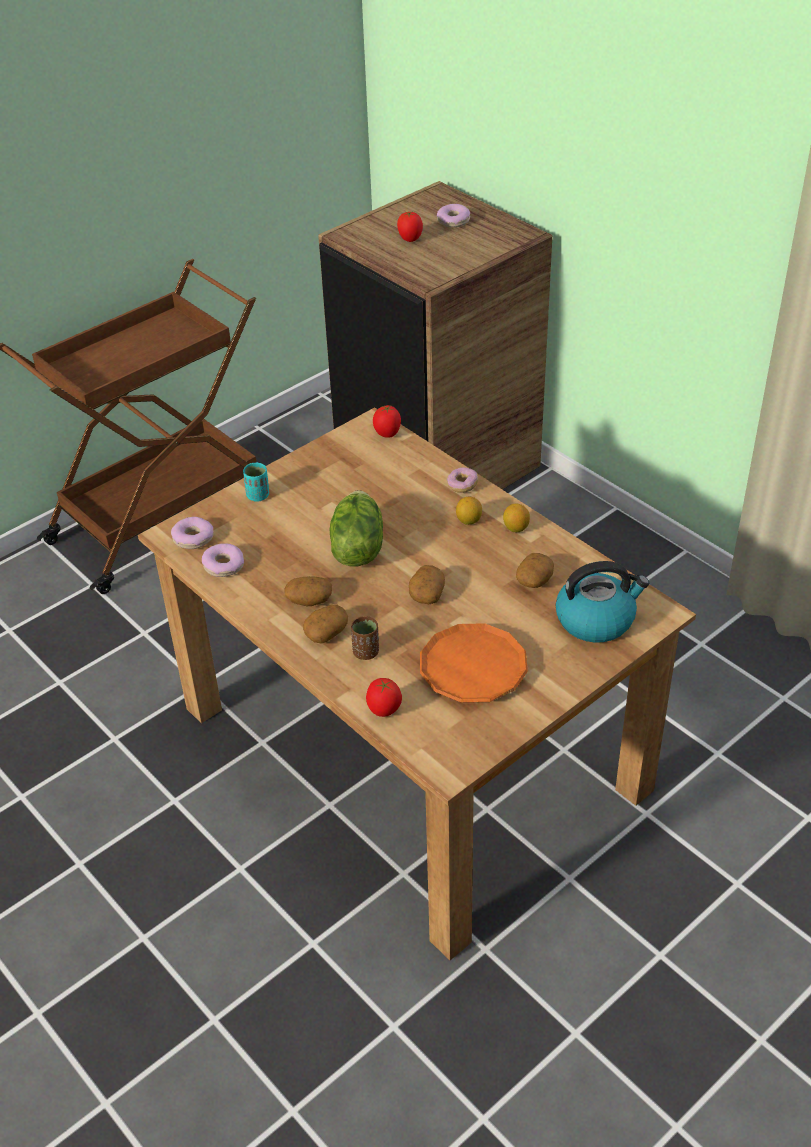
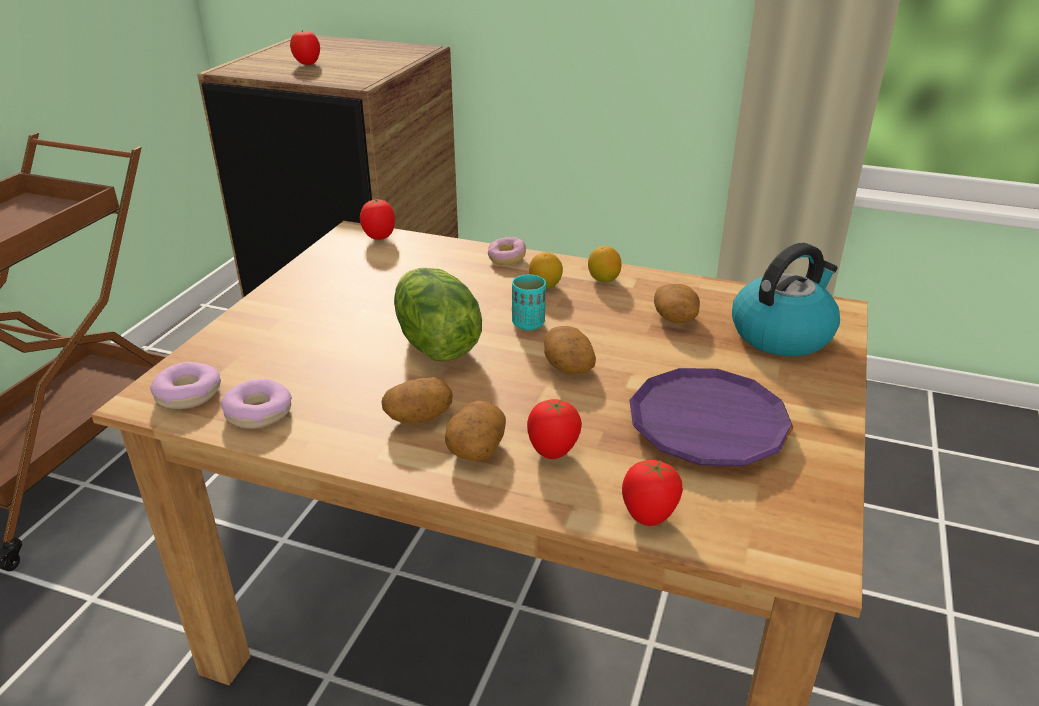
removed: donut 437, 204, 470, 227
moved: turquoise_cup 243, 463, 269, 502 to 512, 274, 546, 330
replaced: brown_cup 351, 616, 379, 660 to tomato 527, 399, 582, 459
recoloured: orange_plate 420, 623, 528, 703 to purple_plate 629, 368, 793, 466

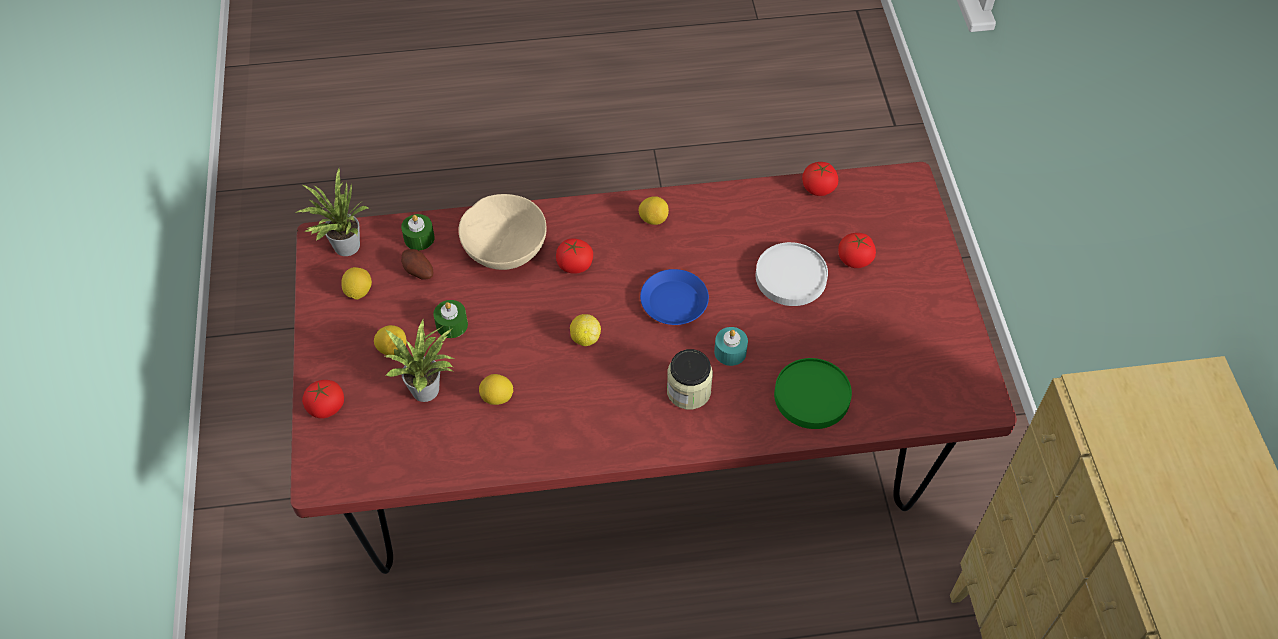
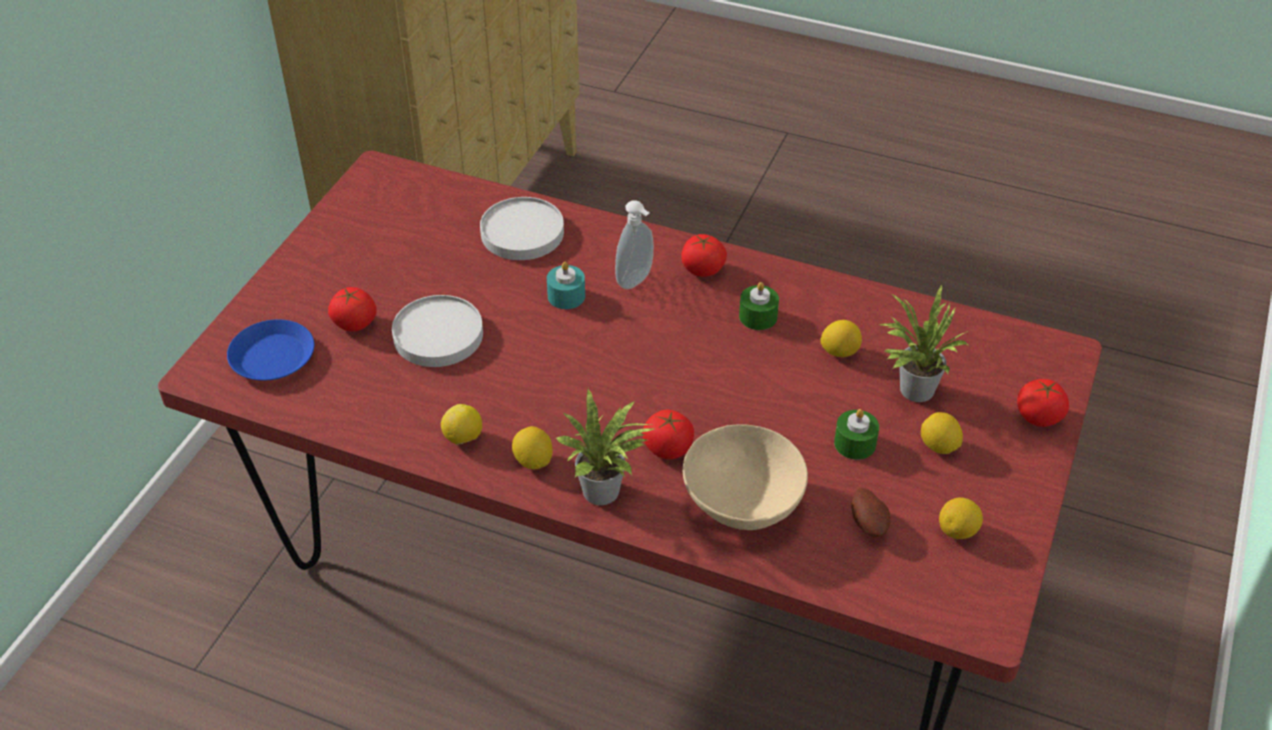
moved: tomato 802, 162, 838, 196 to 681, 234, 727, 277; potted_plant 295, 168, 370, 256 to 556, 388, 654, 505; green_candle 401, 214, 435, 250 to 739, 282, 779, 330; blue_plate 640, 269, 709, 325 to 227, 319, 314, 381; lemon 570, 314, 601, 346 to 441, 404, 482, 445
replaced: jar 667, 349, 713, 409 to soap_dispenser 615, 200, 654, 289
recoloured: green_plate 774, 358, 852, 429 to white_plate 480, 197, 564, 260

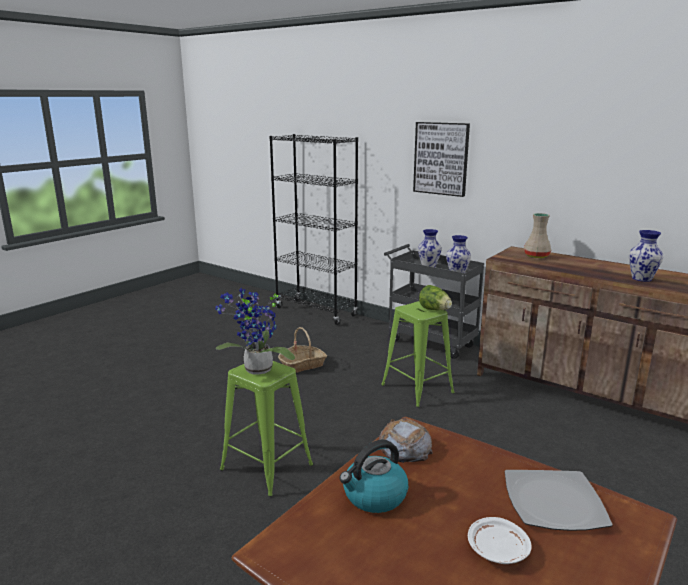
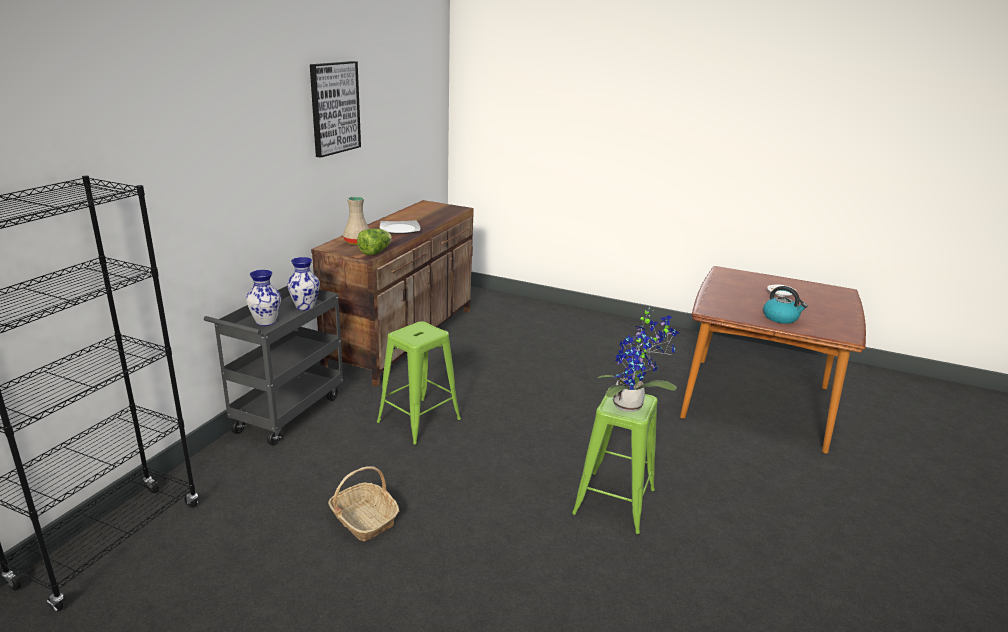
removed: vase 629, 230, 663, 282; bread 379, 417, 433, 463
moved: picture 413, 122, 470, 197 to 310, 61, 361, 158; lettuce 419, 285, 452, 310 to 357, 229, 392, 255; plate 505, 470, 613, 531 to 380, 220, 421, 234

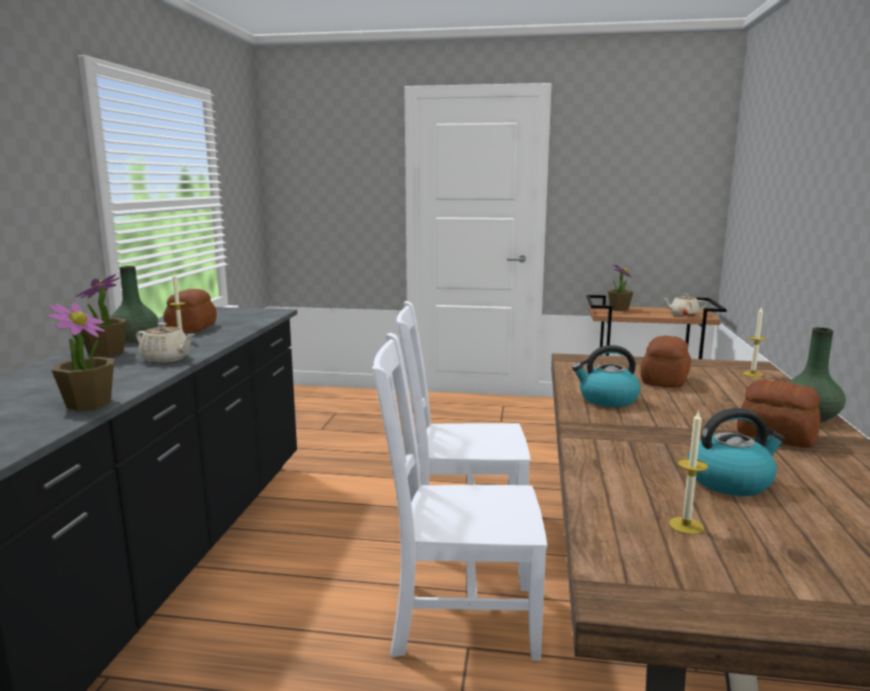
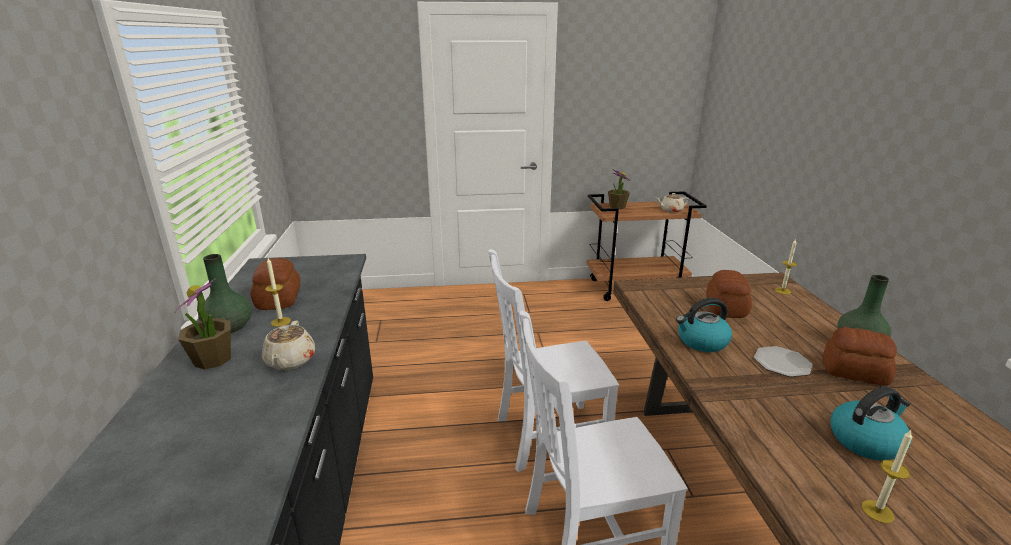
removed: potted_plant 47, 302, 114, 411
added: plate 754, 346, 813, 377
turned: beige_teapot 136, 322, 195, 363 = 262, 321, 315, 370 75 degrees clockwise

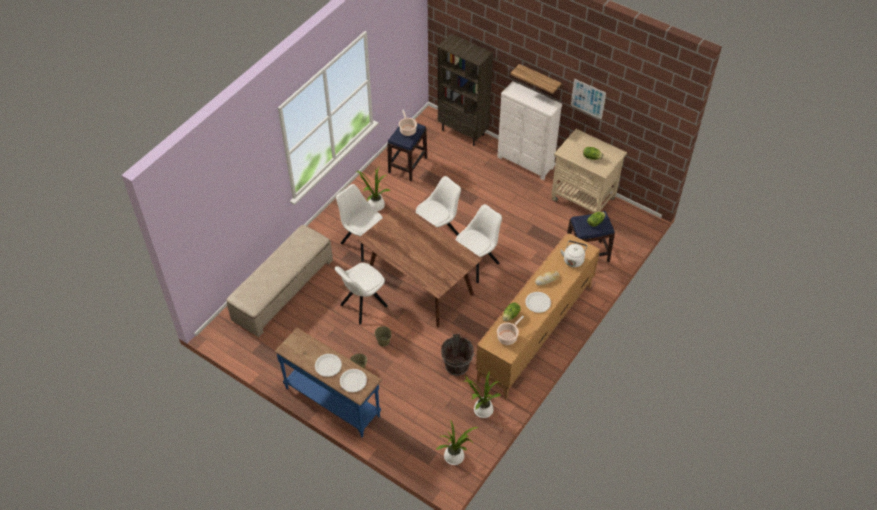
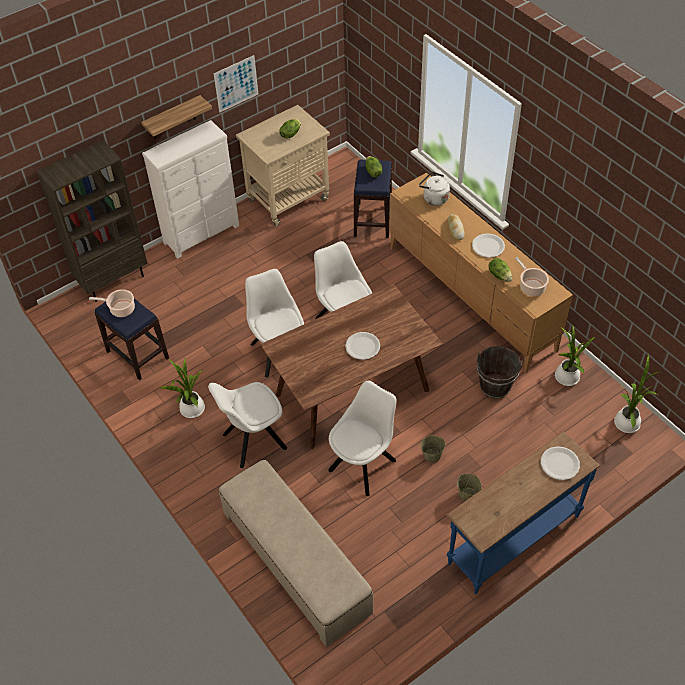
moved: white_plate 315, 354, 342, 377 to 345, 332, 380, 360
turned: white_chair 335, 263, 388, 324 = 328, 381, 397, 496 120 degrees counterclockwise

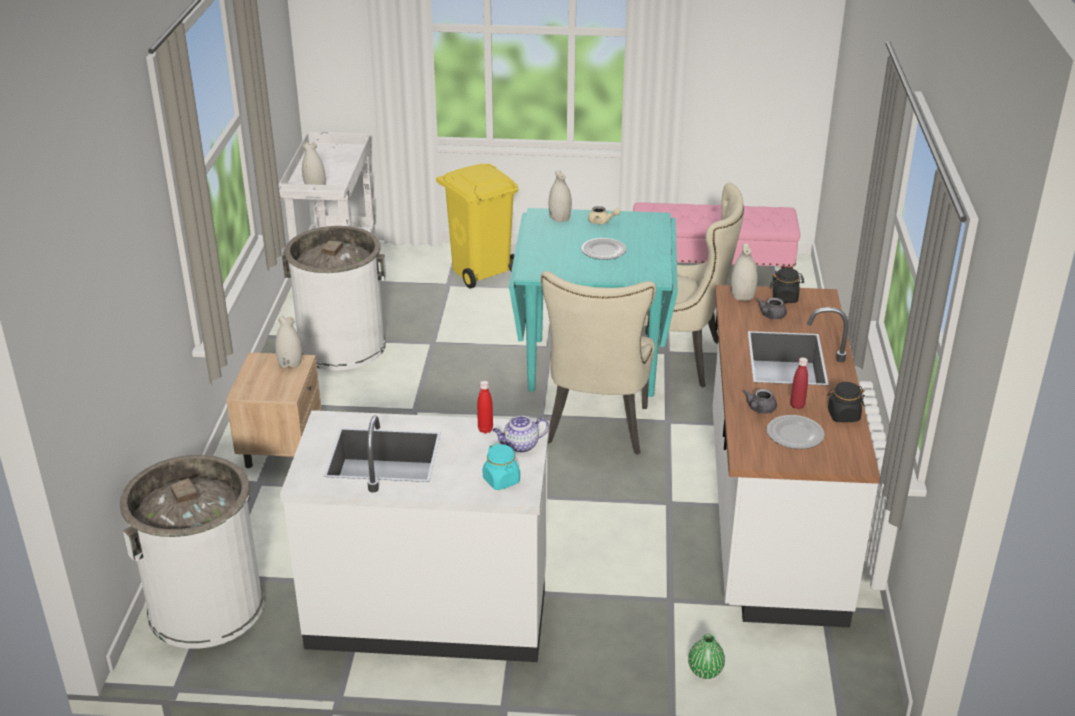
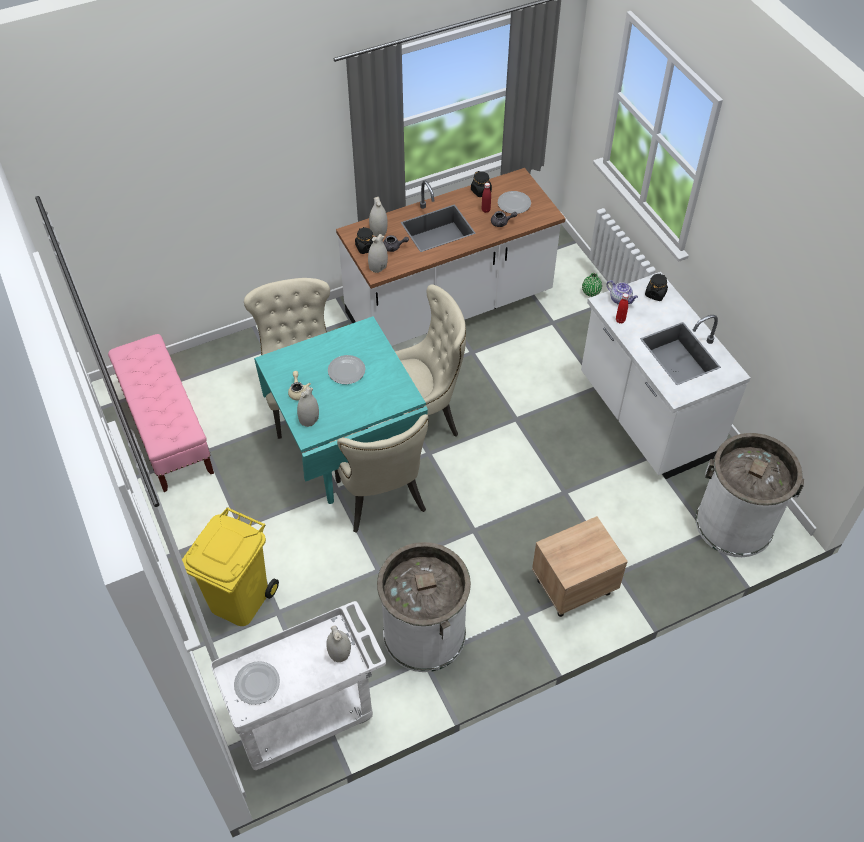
added: beige_chair 330, 414, 428, 533; plate 234, 661, 280, 705
moved: white_vase 275, 316, 302, 368 to 369, 197, 388, 237
recoloured: turquoise_jar 483, 443, 520, 490 to black_jar 645, 273, 668, 301

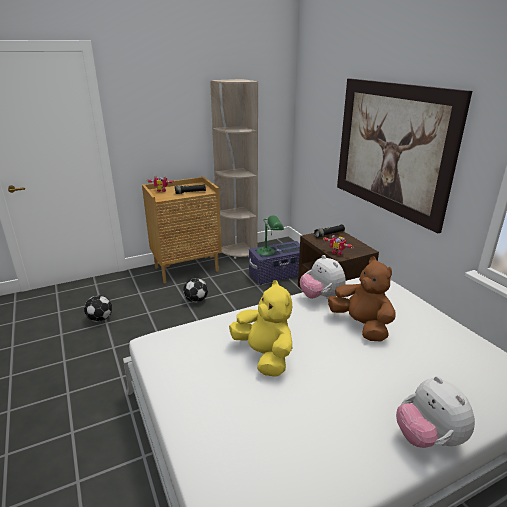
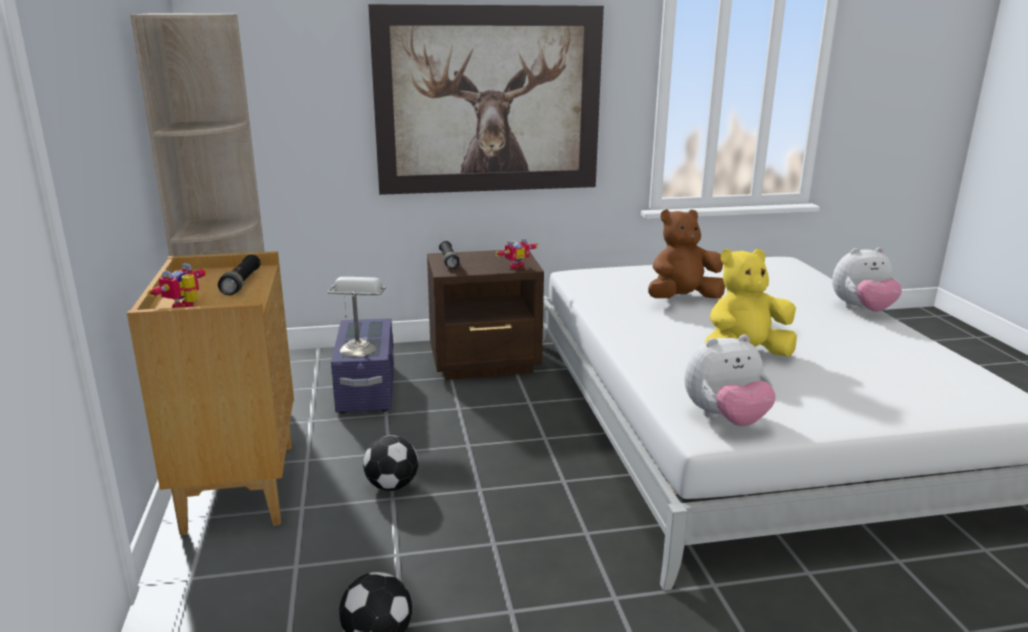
moved: plush_toy 300, 255, 346, 299 to 684, 334, 776, 426
recoloured: green_table_lamp 257, 215, 284, 255 to white_table_lamp 328, 277, 386, 357

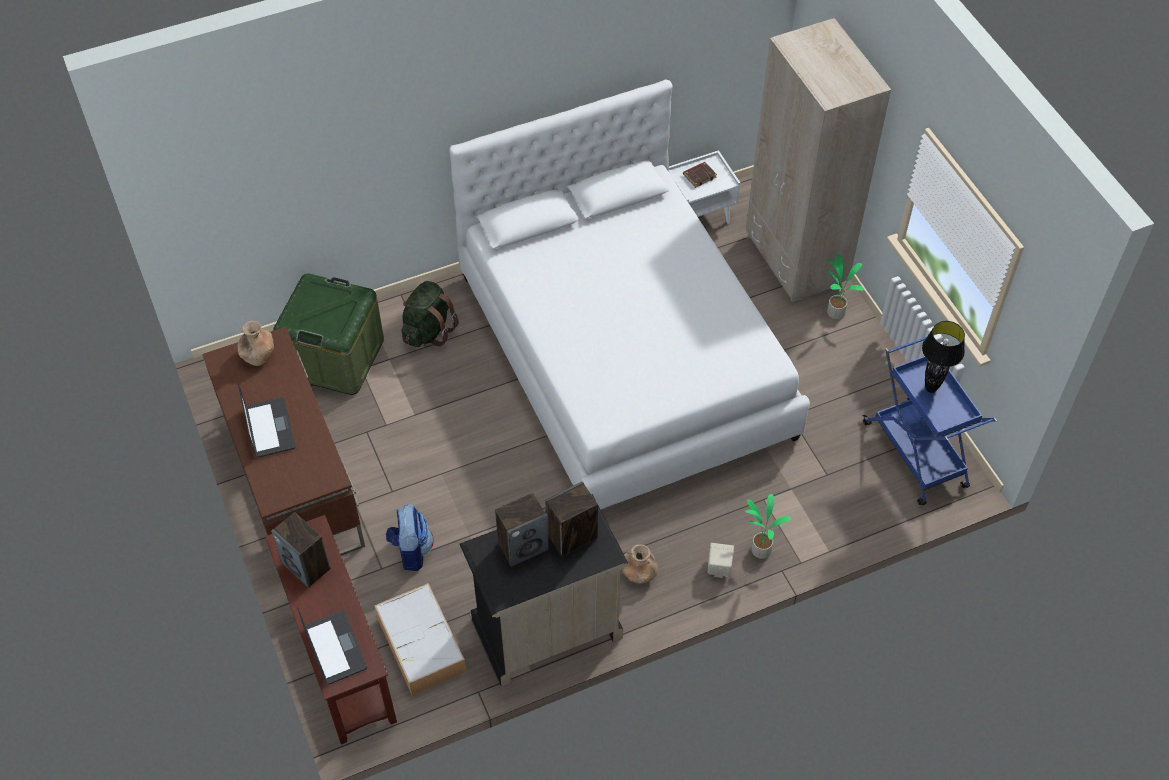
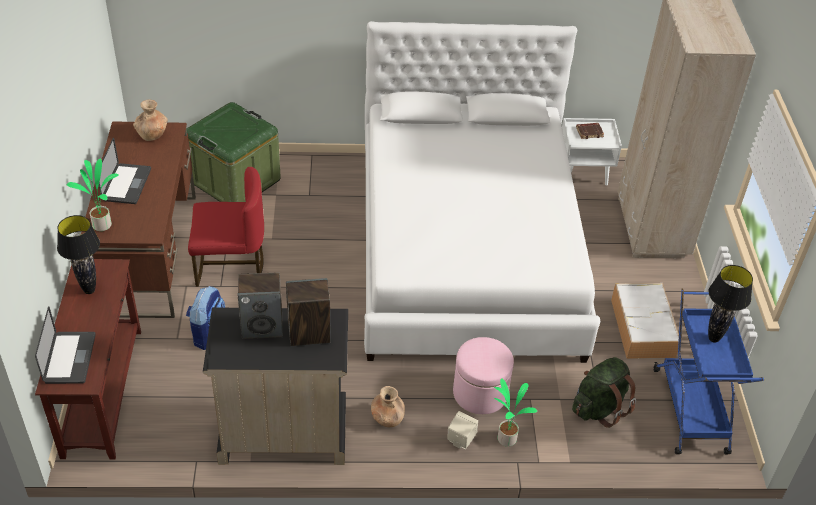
added: red_chair 188, 167, 264, 287; pink_ottoman 453, 337, 514, 415
moved: potted_plant 826, 254, 864, 319 to 67, 159, 118, 231; green_backpack 402, 281, 459, 347 to 572, 357, 636, 428; storage_box 374, 583, 466, 696 to 611, 283, 679, 359
replaced: speaker 271, 512, 331, 588 to black_table_lamp 57, 215, 100, 294

